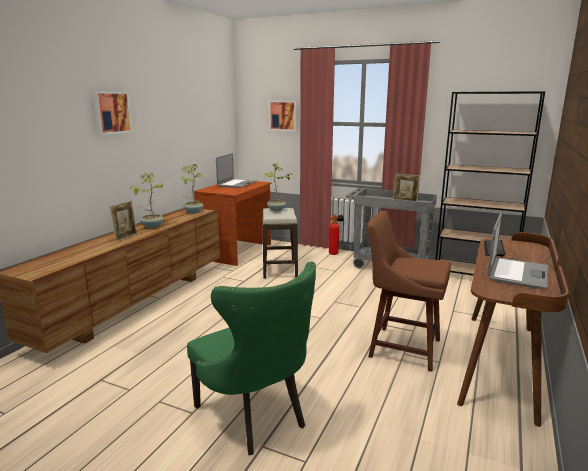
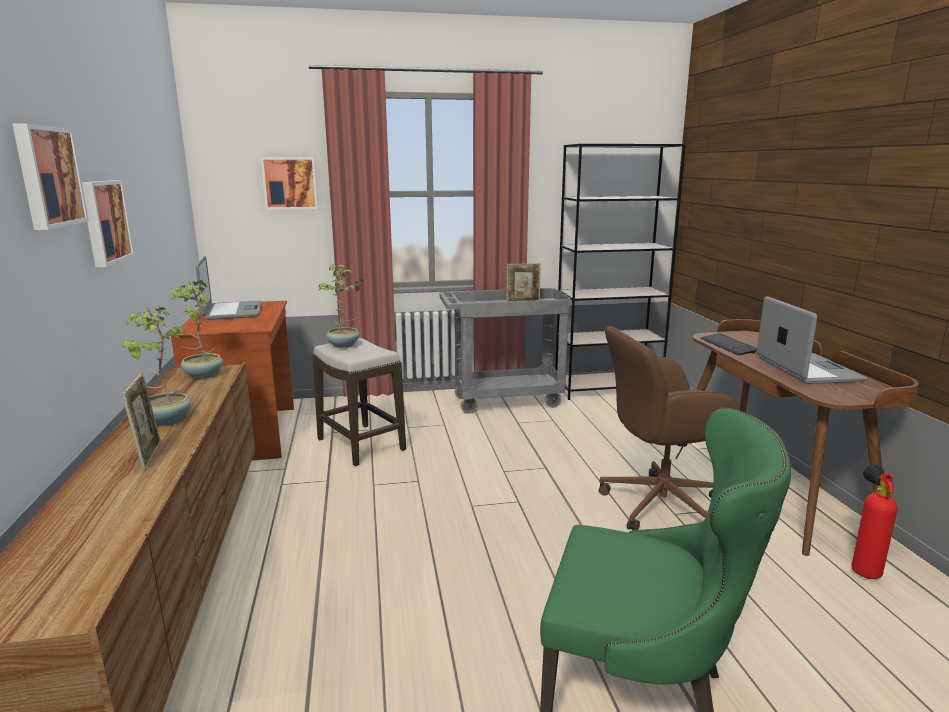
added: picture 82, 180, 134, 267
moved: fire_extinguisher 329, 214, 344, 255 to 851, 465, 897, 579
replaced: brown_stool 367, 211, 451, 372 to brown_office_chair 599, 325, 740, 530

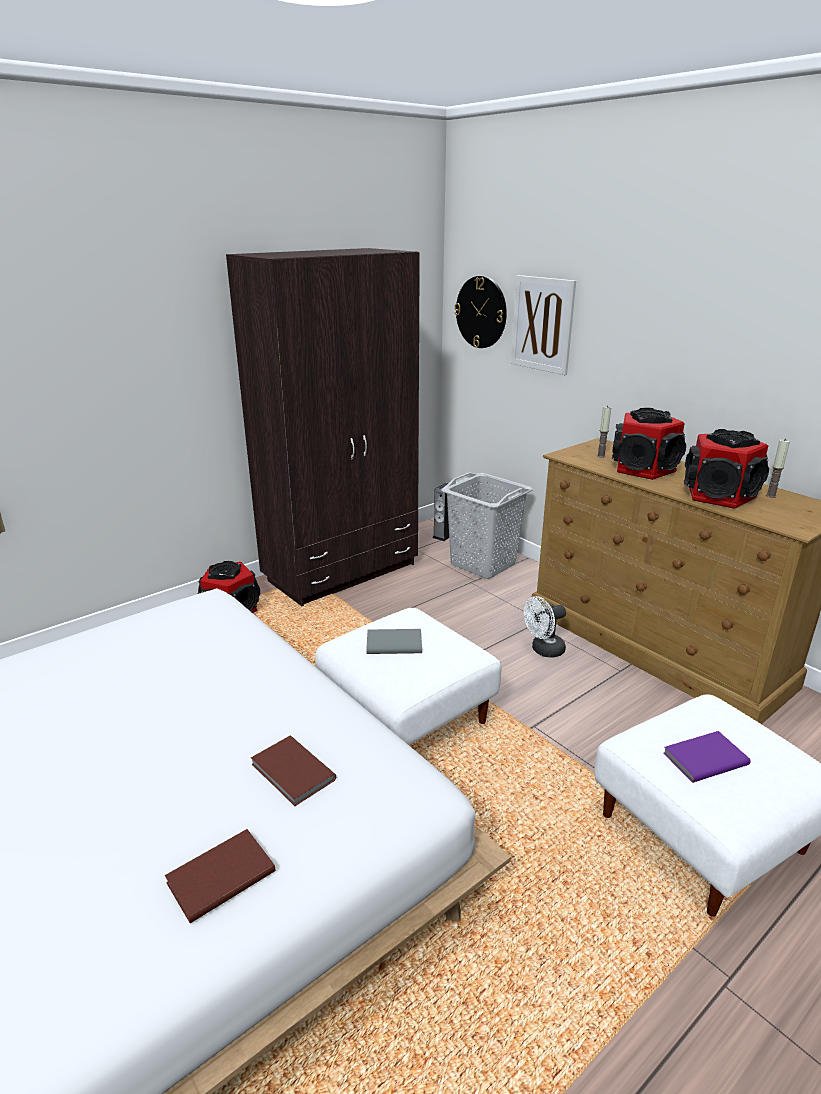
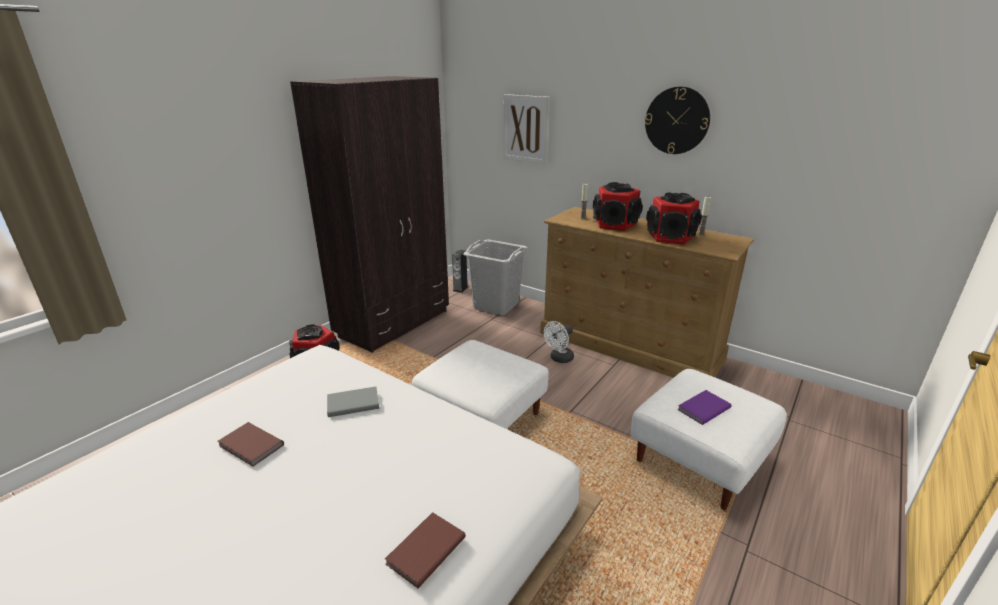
moved: wall_clock 455, 276, 507, 348 to 645, 87, 710, 154; grey_book 367, 629, 422, 654 to 327, 386, 379, 417; brown_book 251, 736, 336, 806 to 217, 422, 284, 467

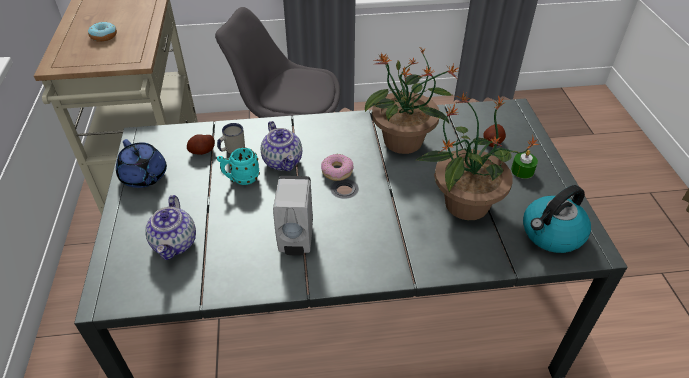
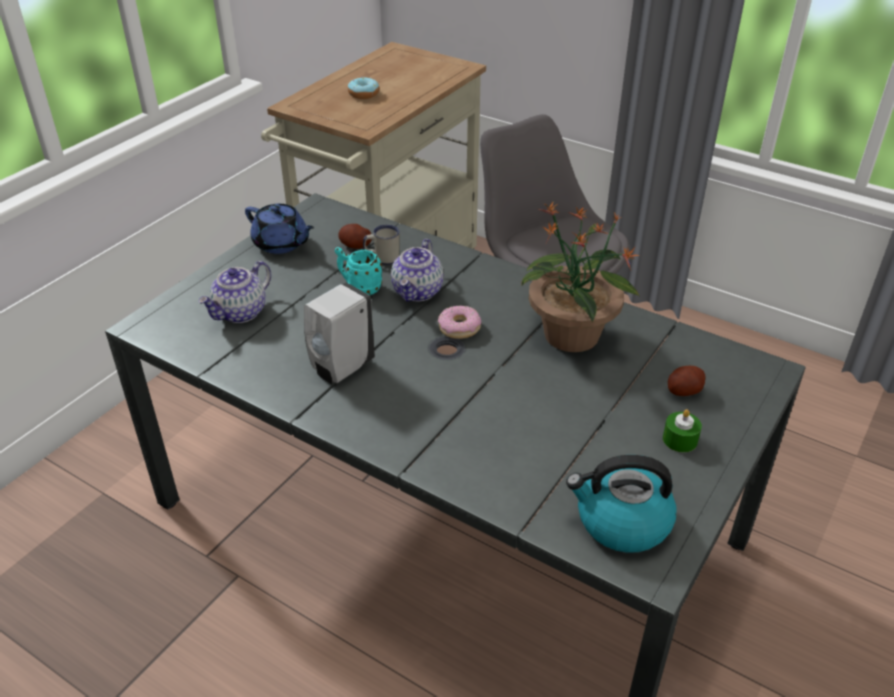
removed: potted_plant 415, 92, 539, 220
turned: blue_teapot 116, 139, 167, 188 = 245, 204, 314, 254 60 degrees counterclockwise

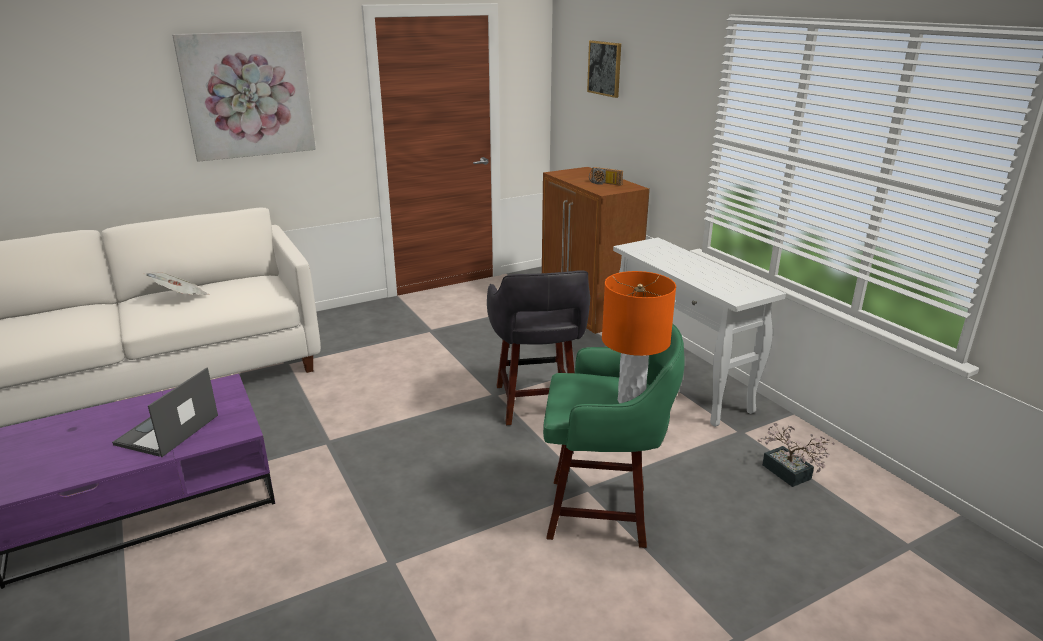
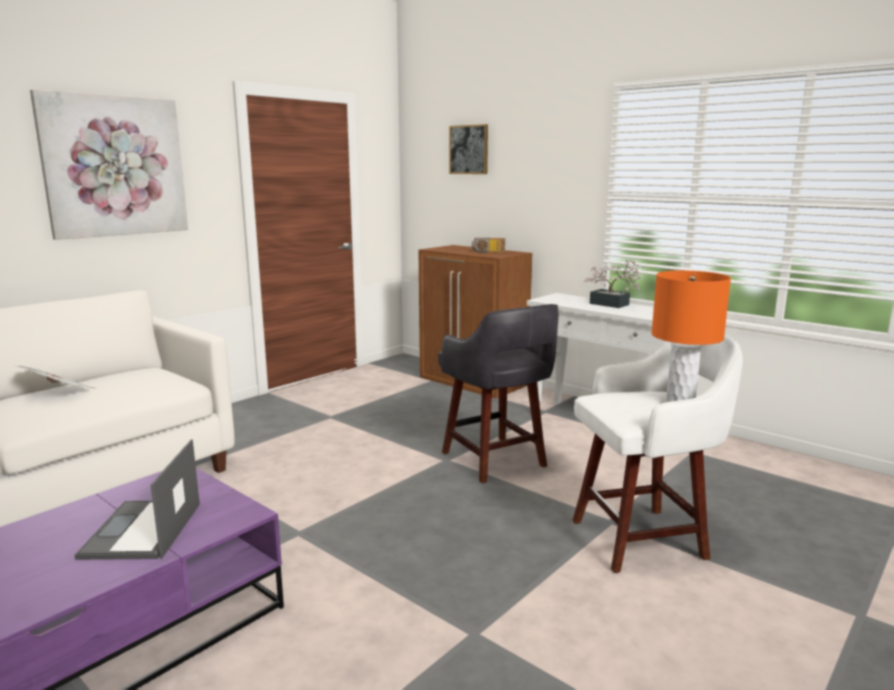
moved: potted_plant 758, 423, 835, 487 to 584, 260, 644, 308
recoloured: green_stool 543, 323, 685, 548 to white_stool 572, 333, 743, 573

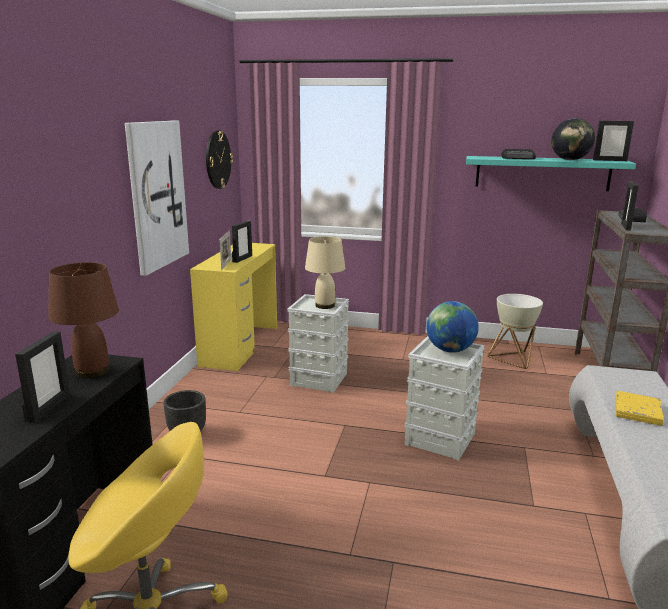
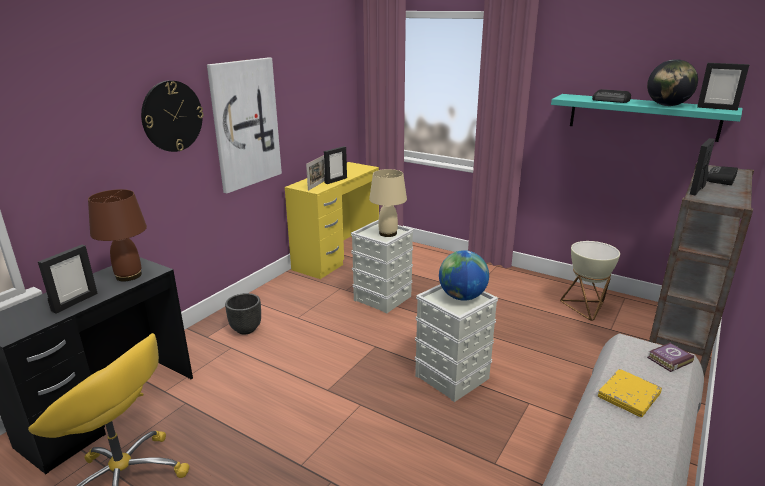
added: book 647, 343, 694, 372
moved: wall_clock 206, 130, 233, 189 to 141, 80, 204, 152

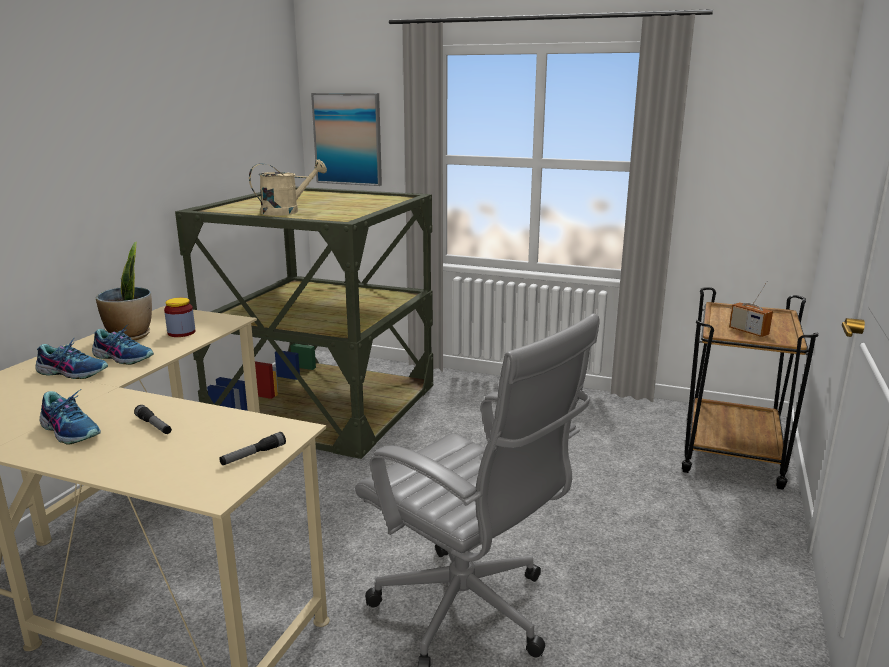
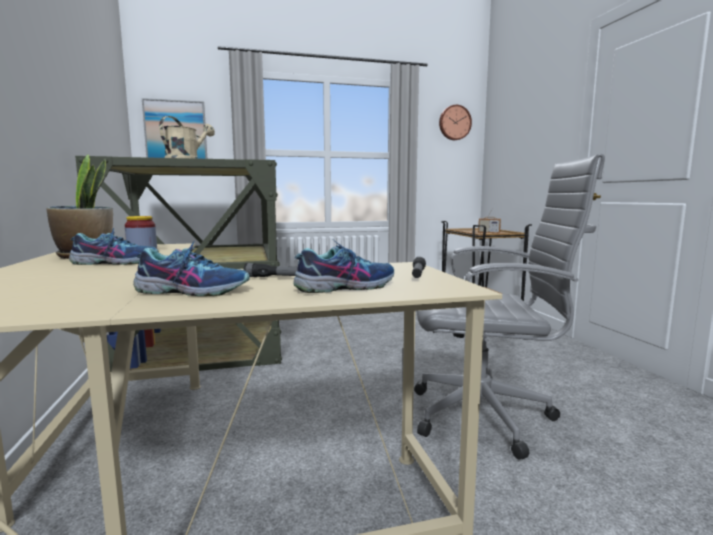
added: wall_clock 439, 105, 472, 140
moved: shoe 35, 337, 108, 379 to 293, 239, 394, 293

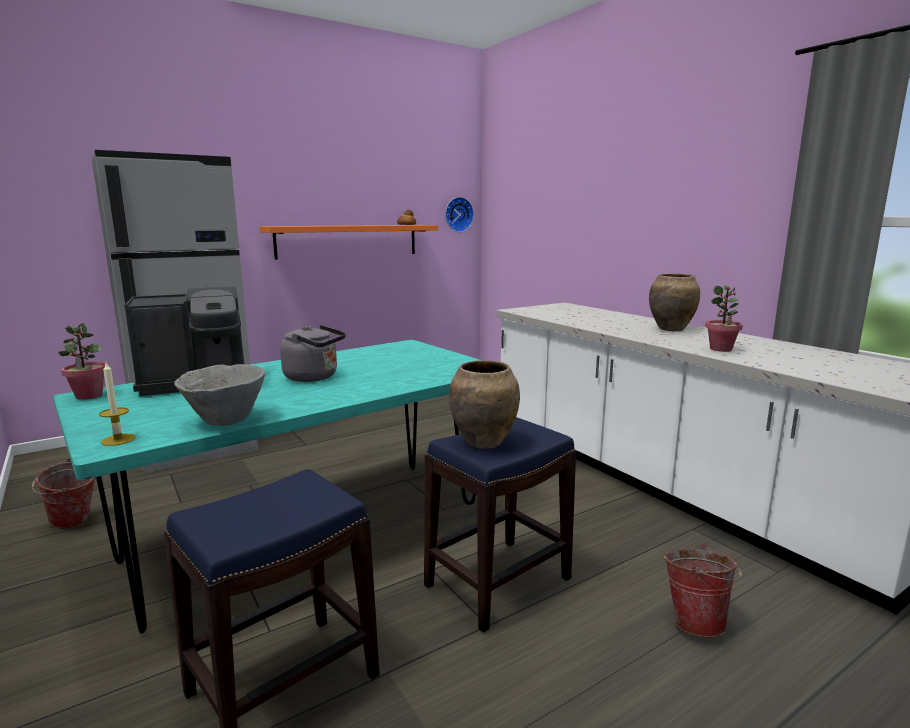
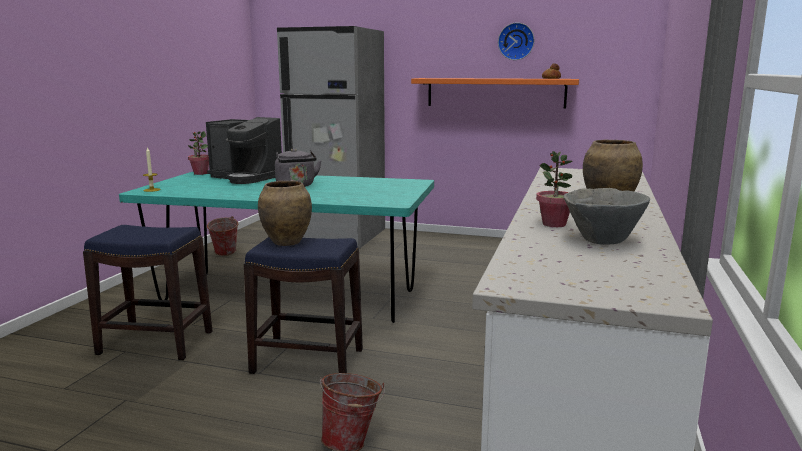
moved: wall_clock 445, 197, 474, 232 to 498, 22, 534, 60; grey_bowl 174, 364, 266, 426 to 564, 188, 650, 245

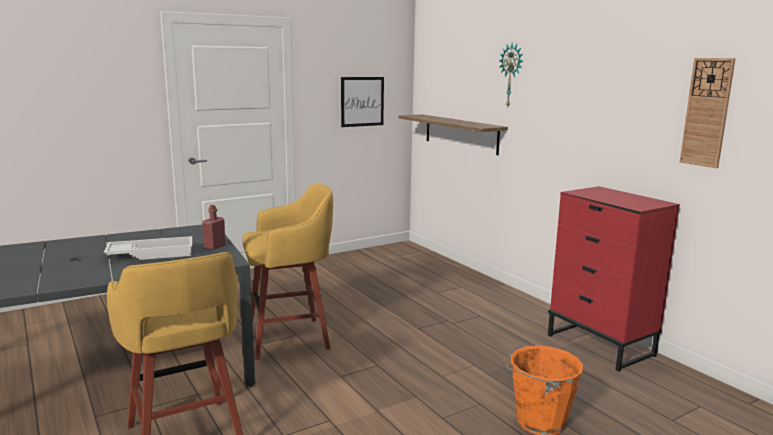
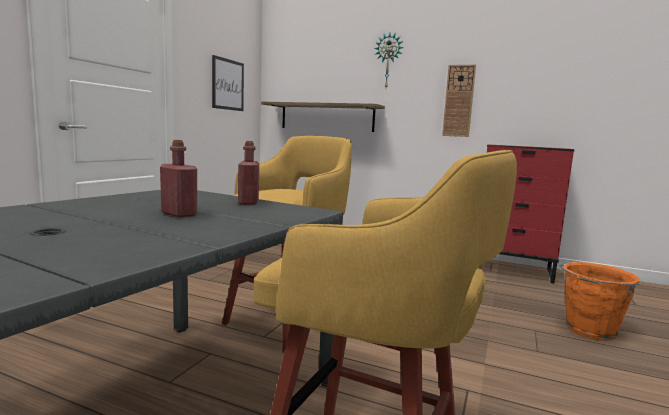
moved: wall_clock 680, 58, 736, 168 to 442, 64, 476, 137
replaced: white_tray 104, 236, 192, 260 to red_bottle 160, 140, 197, 218

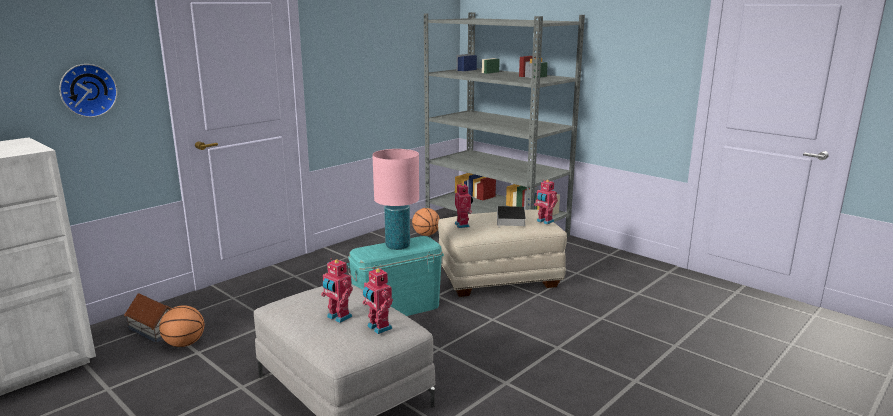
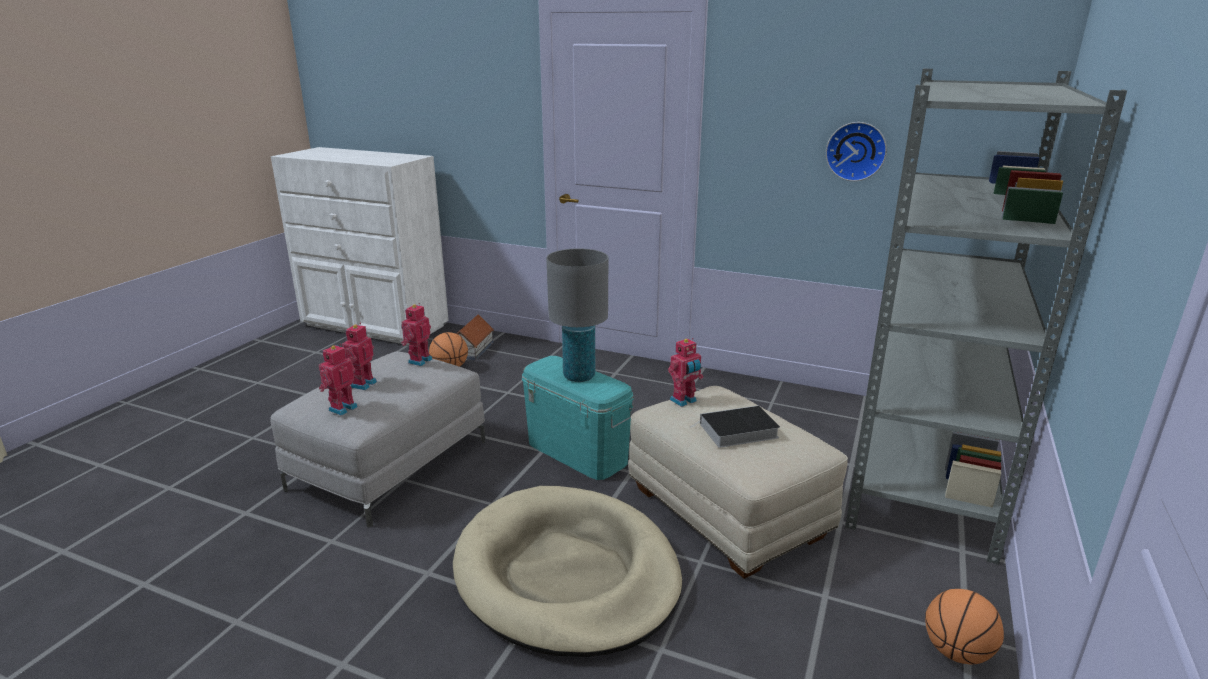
added: beige_dog_bed 453, 486, 682, 657
moved: wall_clock 59, 64, 117, 118 to 825, 122, 887, 181; toy_robot 534, 179, 558, 224 to 401, 303, 432, 366; basketball 412, 208, 440, 236 to 925, 589, 1004, 664
recoloured: pink_table_lamp 372, 149, 419, 250 to grey_table_lamp 546, 248, 608, 382

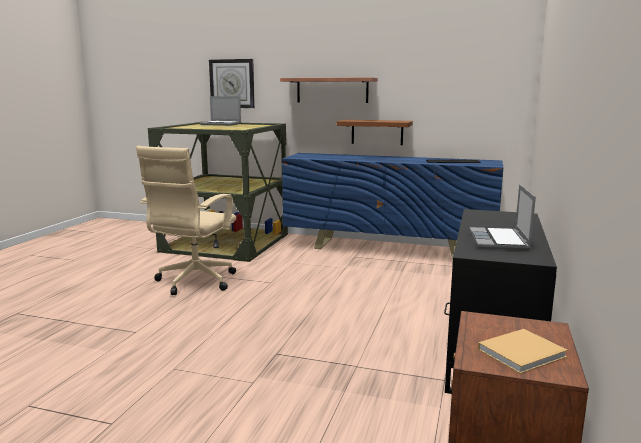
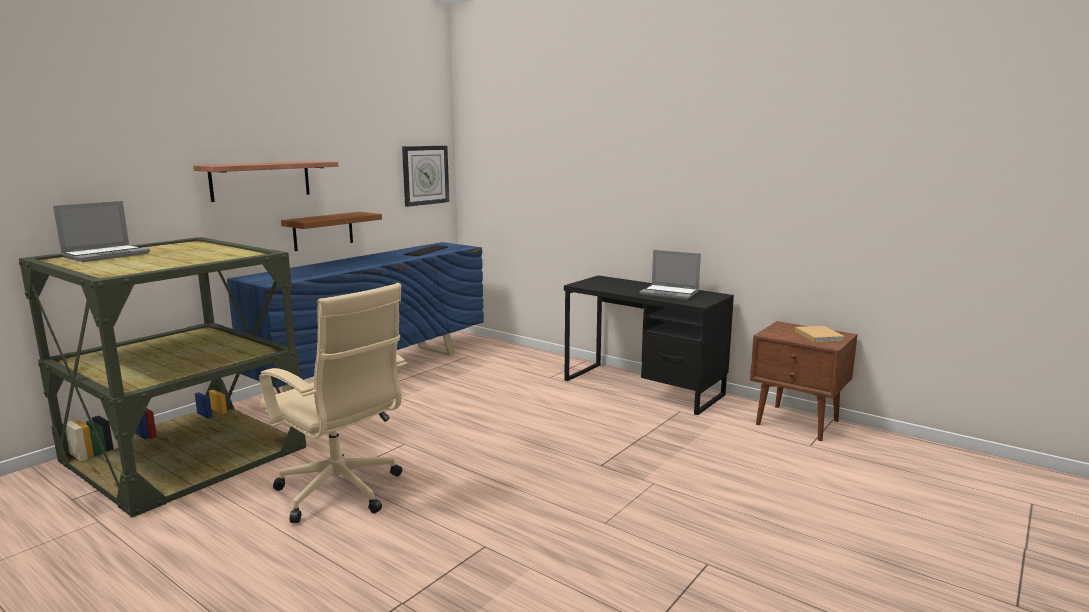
moved: wall_clock 209, 59, 255, 108 to 402, 146, 449, 207

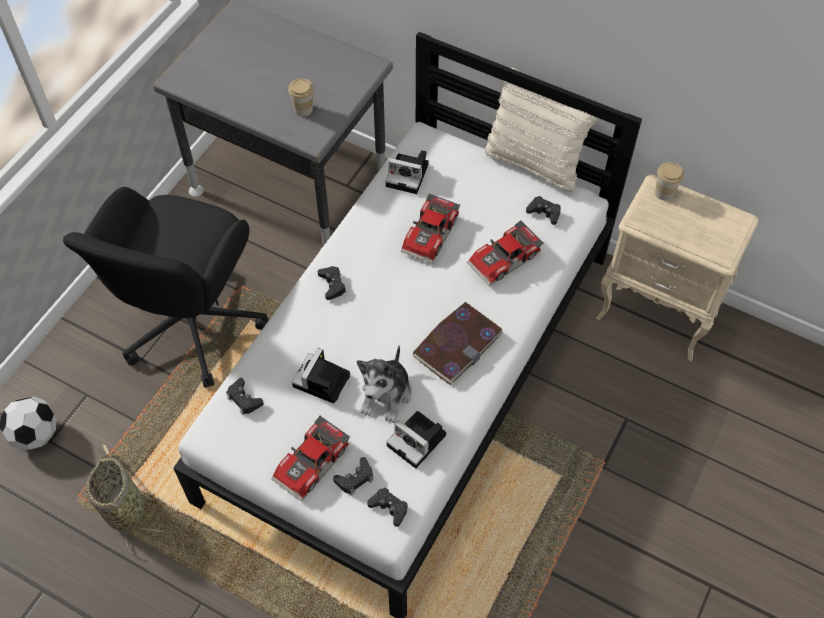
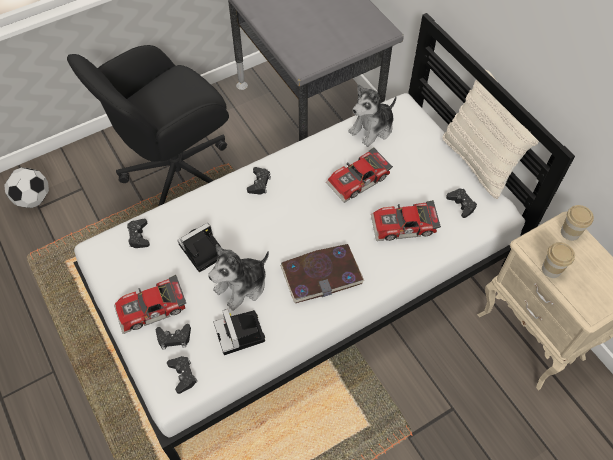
removed: basket 86, 443, 165, 555
moved: cup 288, 78, 314, 116 to 542, 242, 575, 278
replaced: photo_camera 385, 150, 429, 194 to plush_toy 348, 84, 397, 147

